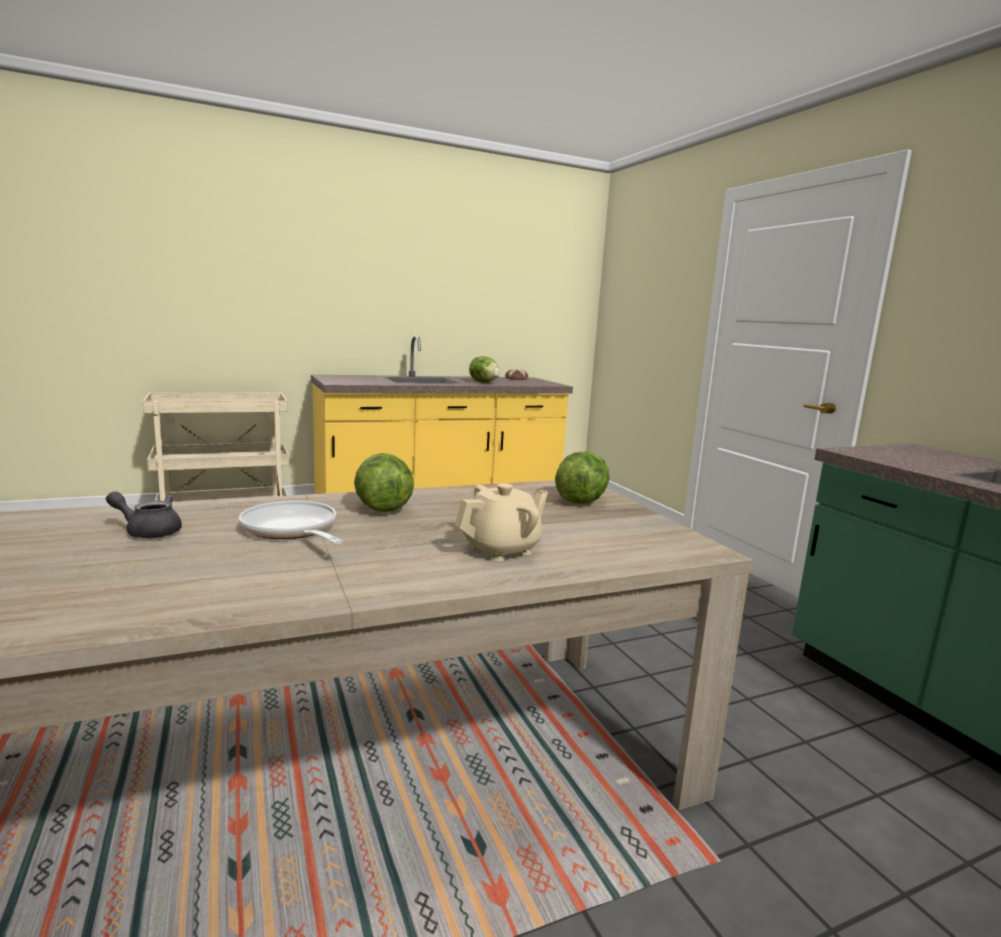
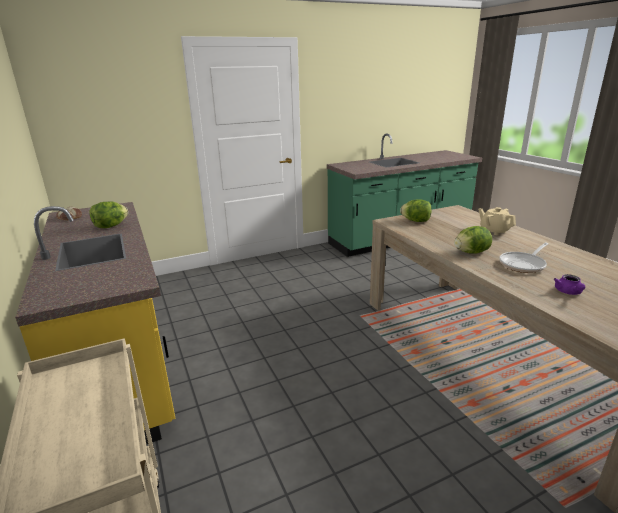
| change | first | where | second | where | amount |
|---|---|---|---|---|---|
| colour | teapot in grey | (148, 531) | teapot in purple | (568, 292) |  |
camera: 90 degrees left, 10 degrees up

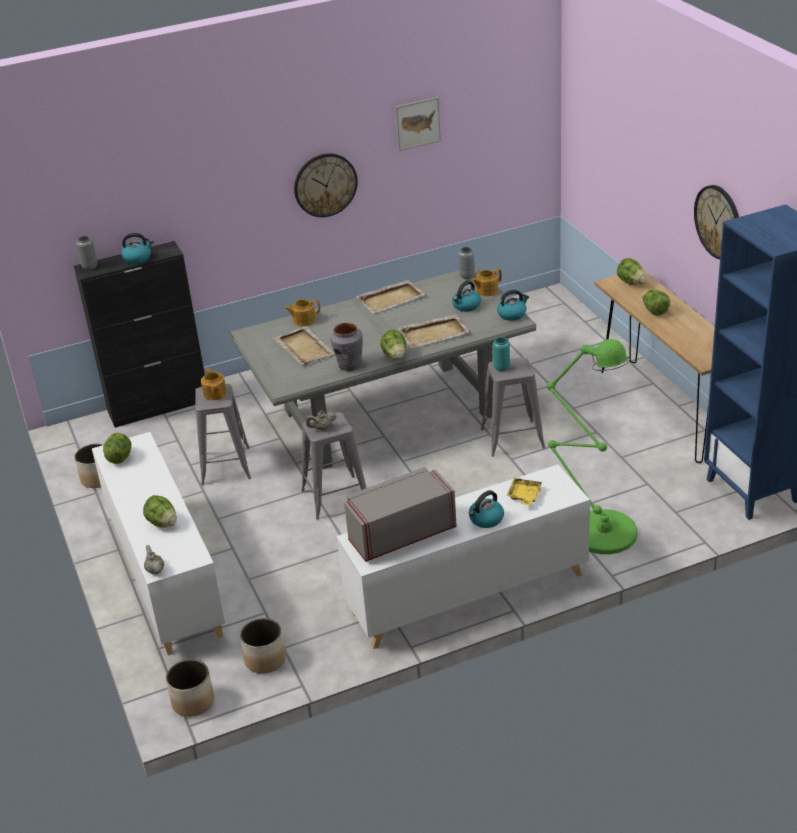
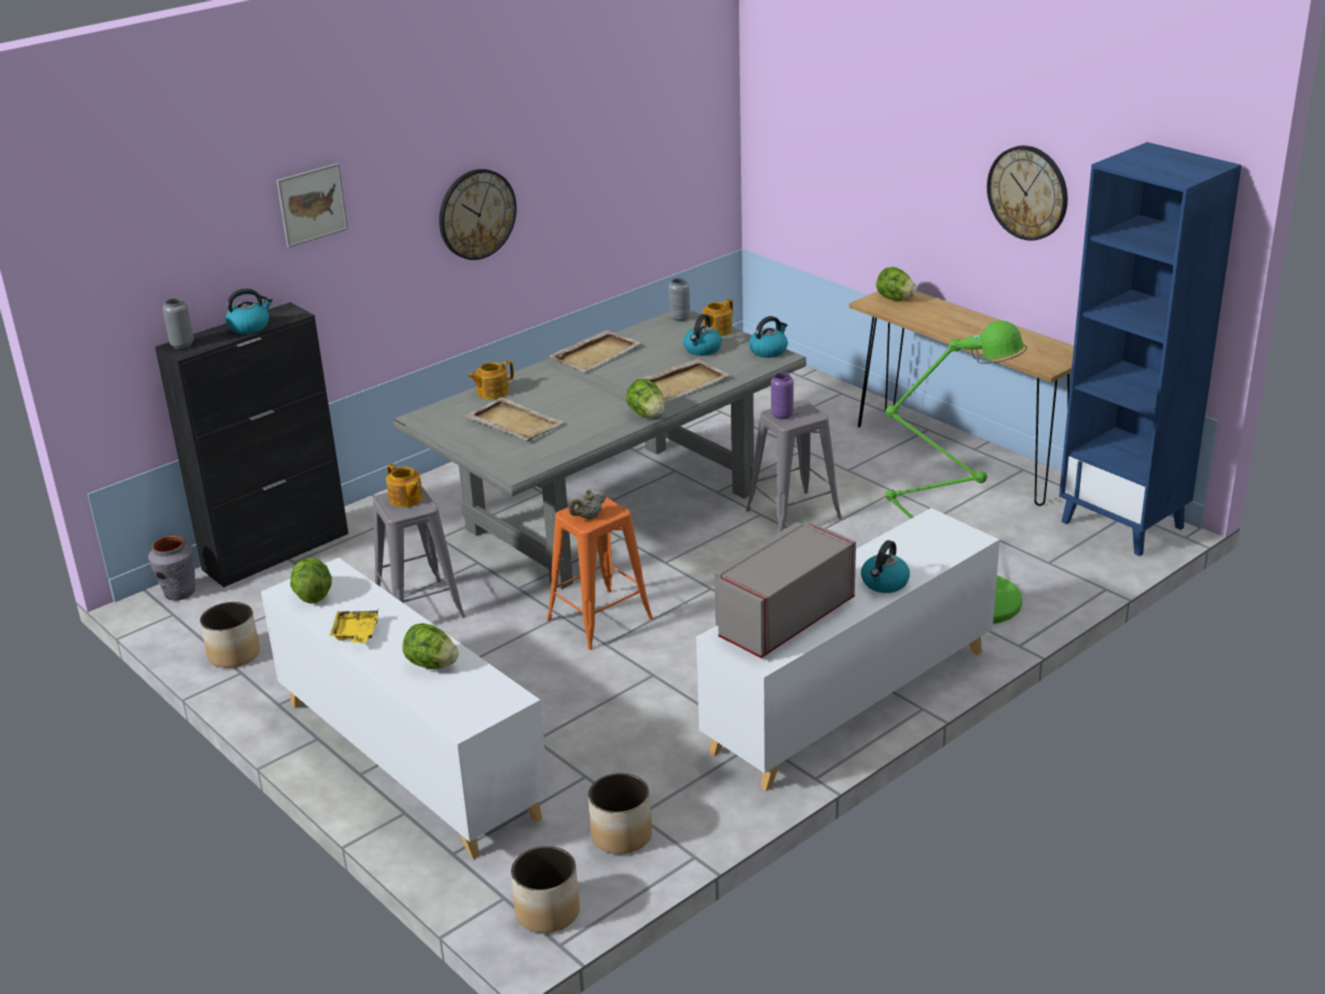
| change | first | where | second | where | amount |
|---|---|---|---|---|---|
| relocated | picture | (417, 123) |  | (312, 204) |  |
| missing | lettuce | (654, 310) |  |  |  |
| relocated | vase in grey | (349, 365) |  | (179, 593) |  |
| colour | vase in turquoise | (501, 368) | vase in purple | (782, 415) |  |
| colour | stool in grey | (335, 497) | stool in orange | (599, 619) |  |
| relocated | tray in yellow | (524, 496) |  | (356, 634) |  |
| missing | teapot in beige | (155, 570) |  |  |  |
camera: 20 degrees left, 5 degrees down

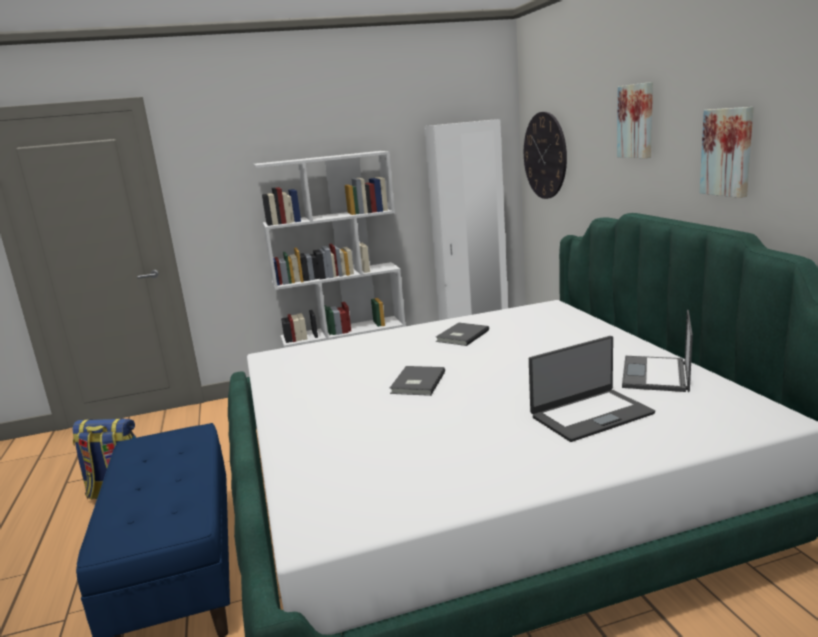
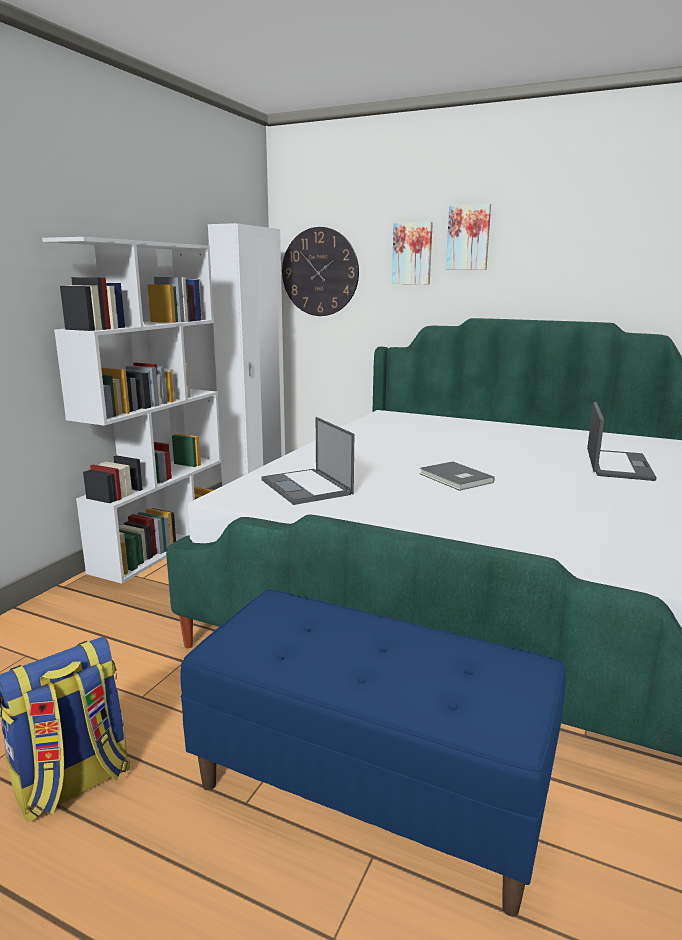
| change | first | where | second | where | amount |
|---|---|---|---|---|---|
| relocated | picture | (728, 152) |  | (412, 253) |  |
| relocated | laptop | (655, 375) |  | (307, 487) |  |
| missing | book in grey | (461, 336) |  |  |  |
camera: 50 degrees left, 0 degrees up

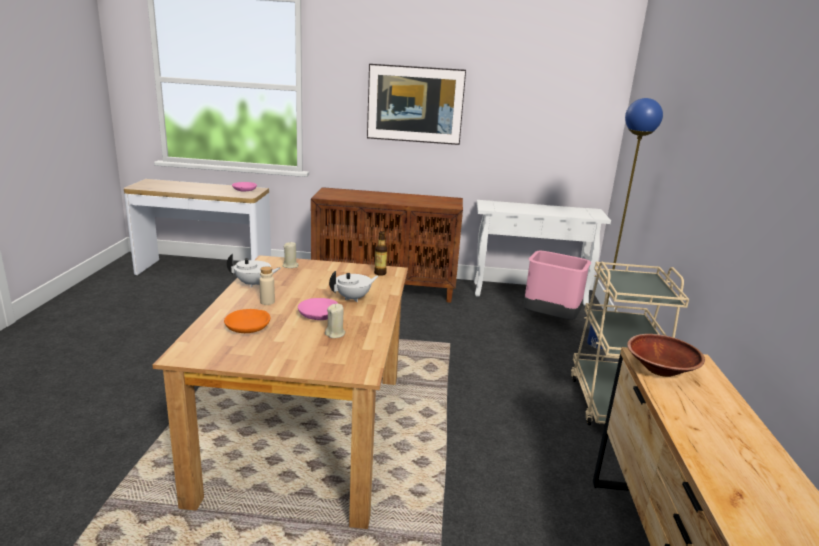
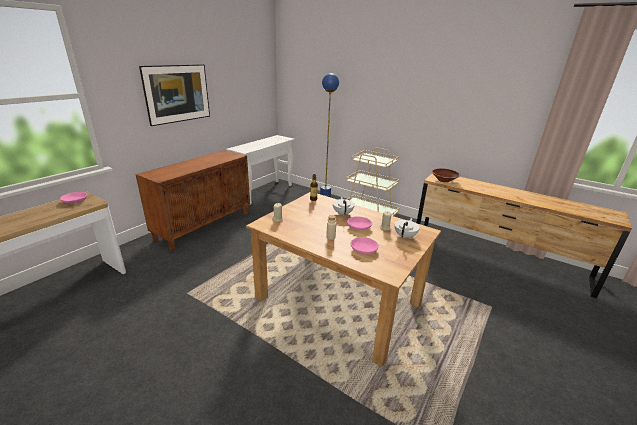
| change | first | where | second | where | amount |
|---|---|---|---|---|---|
| missing | trash can in pink | (550, 319) |  |  |  |
| relocated | teapot in white | (253, 284) |  | (405, 236) |  |
| colour | bowl in orange | (248, 327) | bowl in pink | (363, 249) |  |
camera: 60 degrees left, 5 degrees up

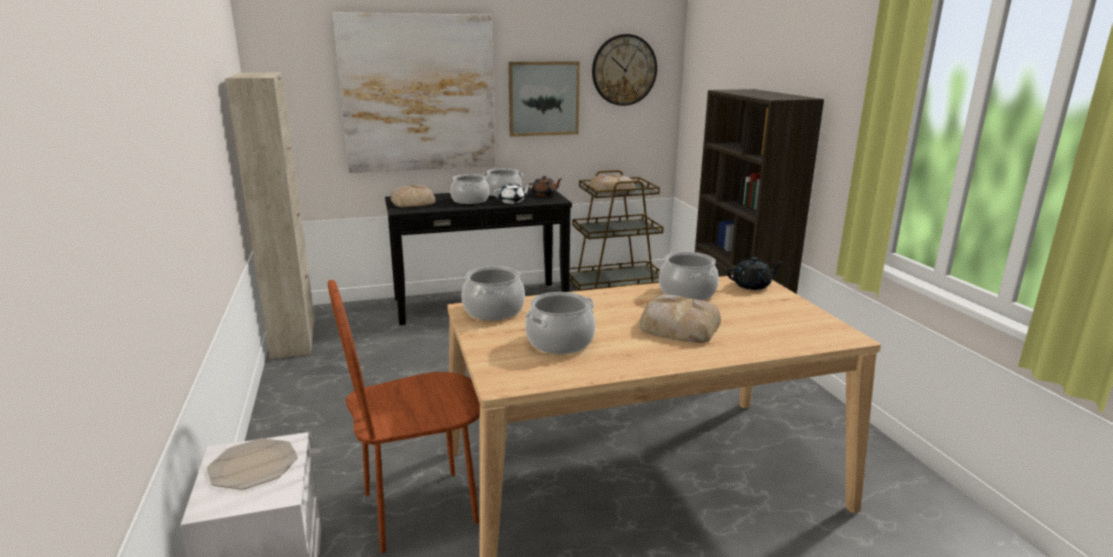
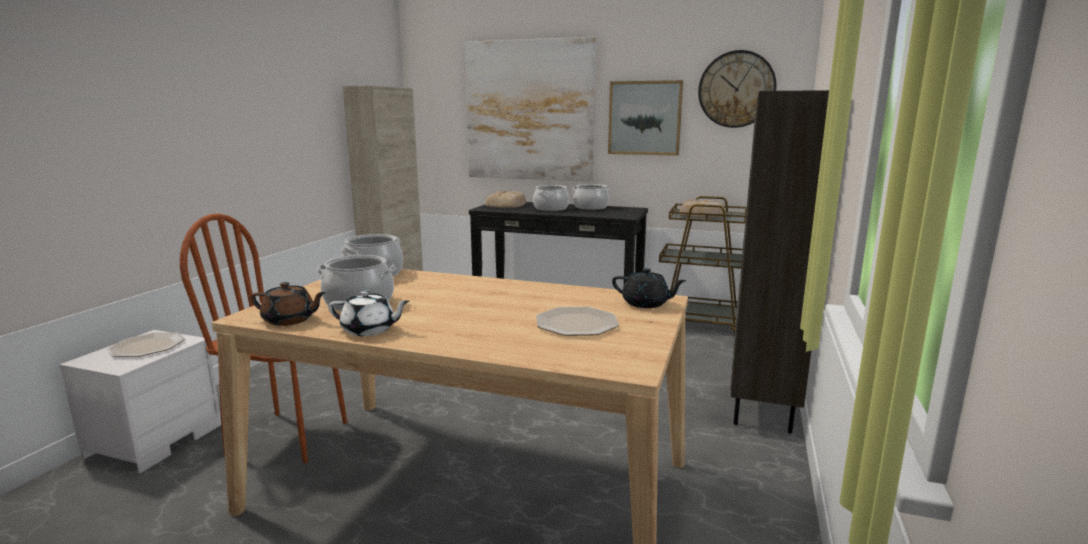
| change | first | where | second | where | amount |
|---|---|---|---|---|---|
| relocated | teapot in brown | (544, 195) |  | (290, 320) |  |
| relocated | teapot in white | (512, 201) |  | (369, 330) |  |
| missing | cooking pot | (686, 293) |  |  |  |
| missing | bread | (678, 325) |  |  |  |
| appeared |  |  | plate | (577, 323) |  |
camera: 35 degrees right, 5 degrees down

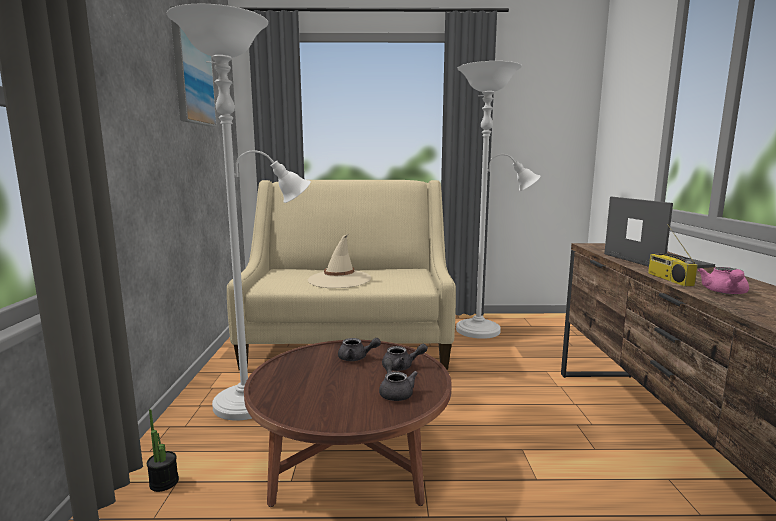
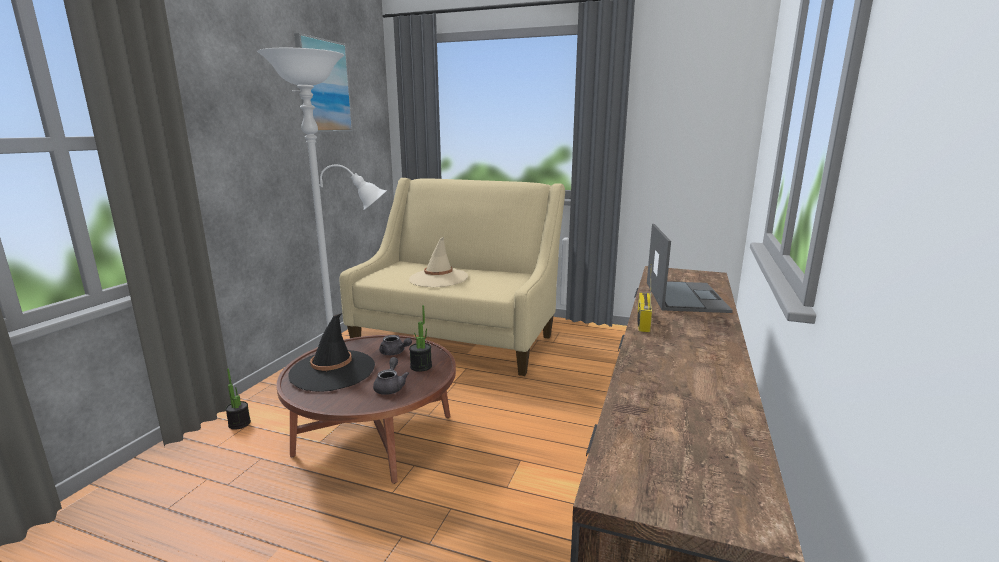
| change | first | where | second | where | amount |
|---|---|---|---|---|---|
| missing | floor lamp in white | (484, 330) |  |  |  |
| missing | teapot in pink | (725, 292) |  |  |  |
| exchanged | teapot in grey | (402, 367) | potted plant | (421, 366) |  |
| appeared |  |  | hat in black | (332, 371) |  |
camera: 20 degrees right, 5 degrees up

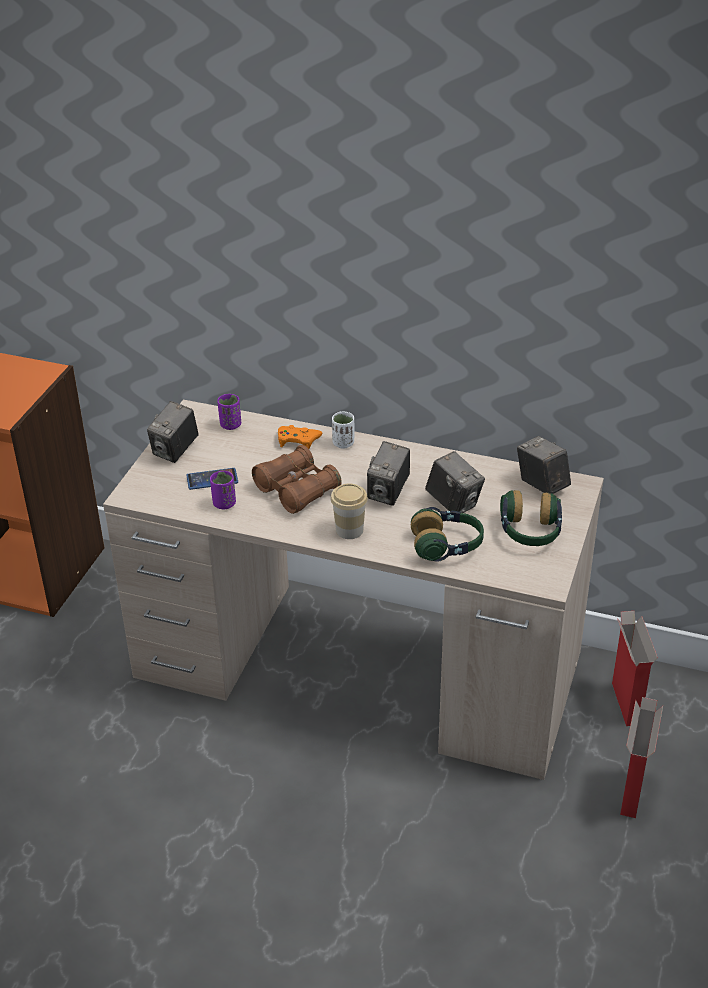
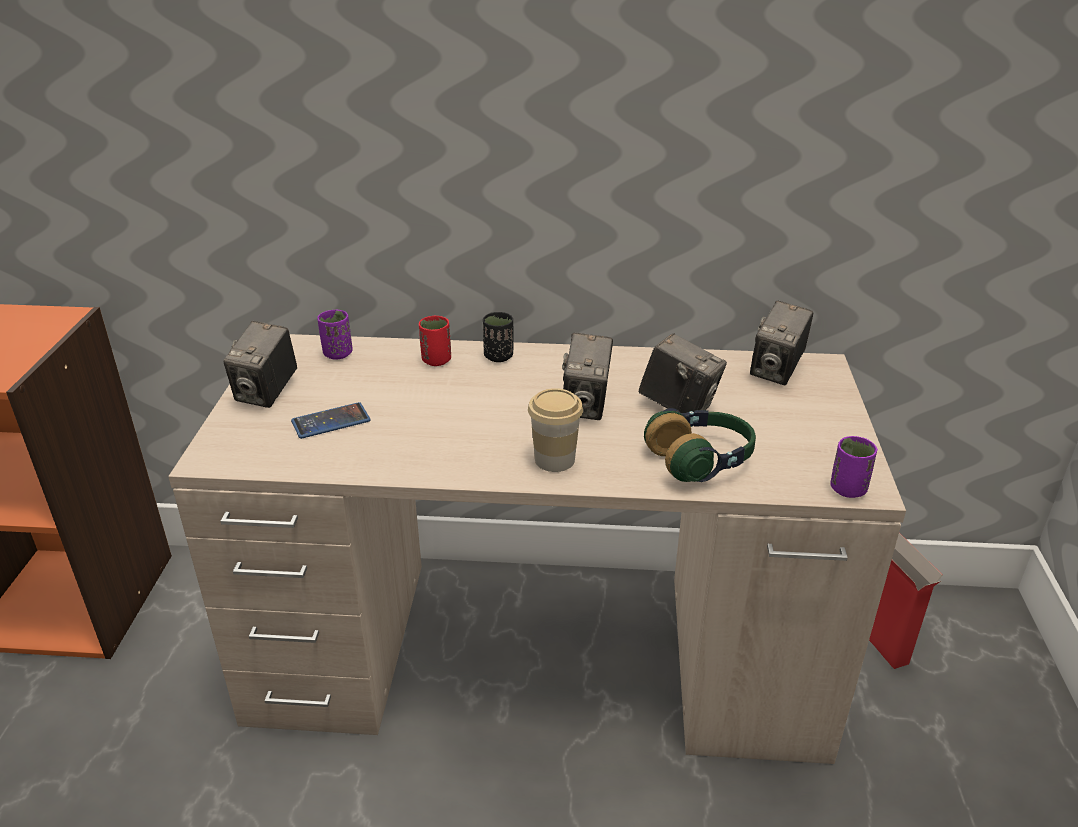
| change | first | where | second | where | amount |
|---|---|---|---|---|---|
| colour | cup in white | (343, 443) | cup in black | (498, 356) |  |
| exchanged | game controller in orange | (298, 440) | cup in red | (436, 360) |  |
| spun | photo camera | (542, 485) |  | (776, 371) | 105 degrees counterclockwise |
| missing | binoculars in brown | (296, 490) |  |  |  |
| relocated | cup in purple | (224, 504) |  | (847, 489) |  |
| missing | headphones | (530, 532) |  |  |  |
| missing | cardboard box | (632, 793) |  |  |  |
camera: 15 degrees left, 5 degrees down

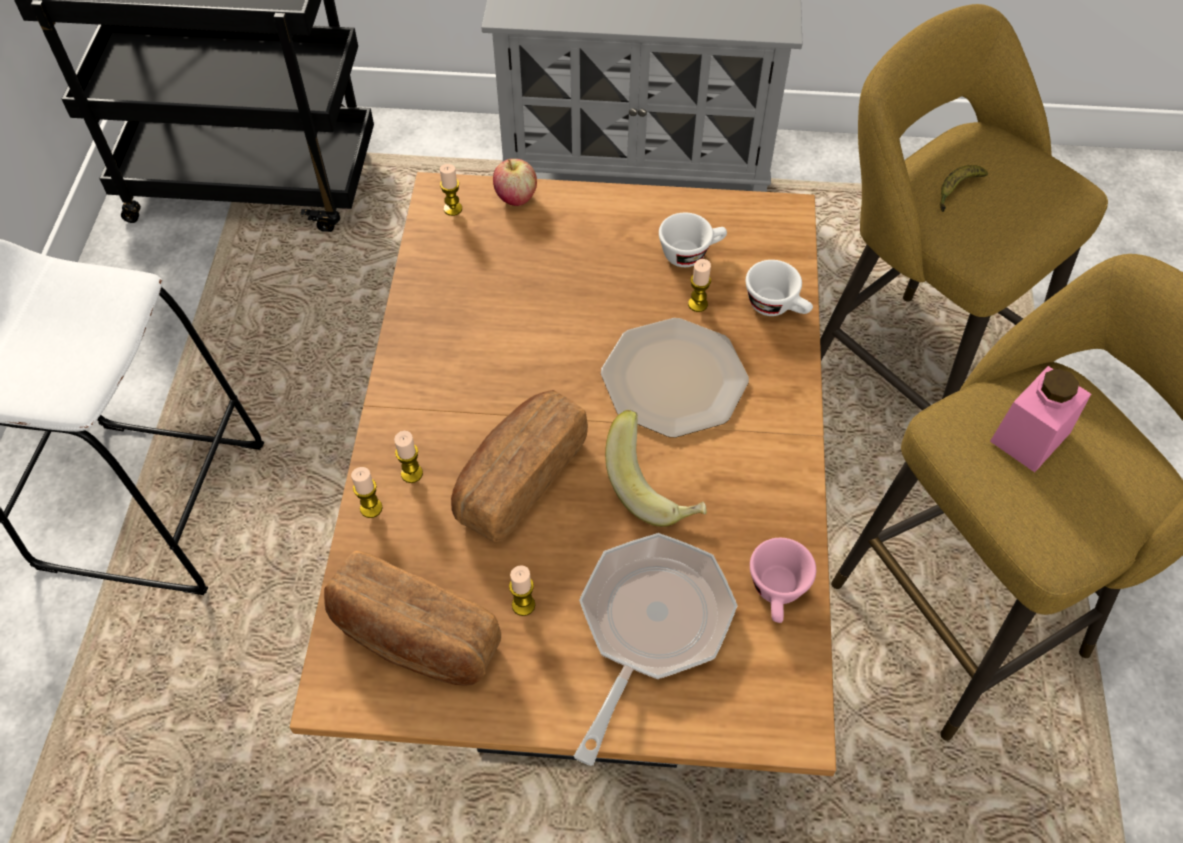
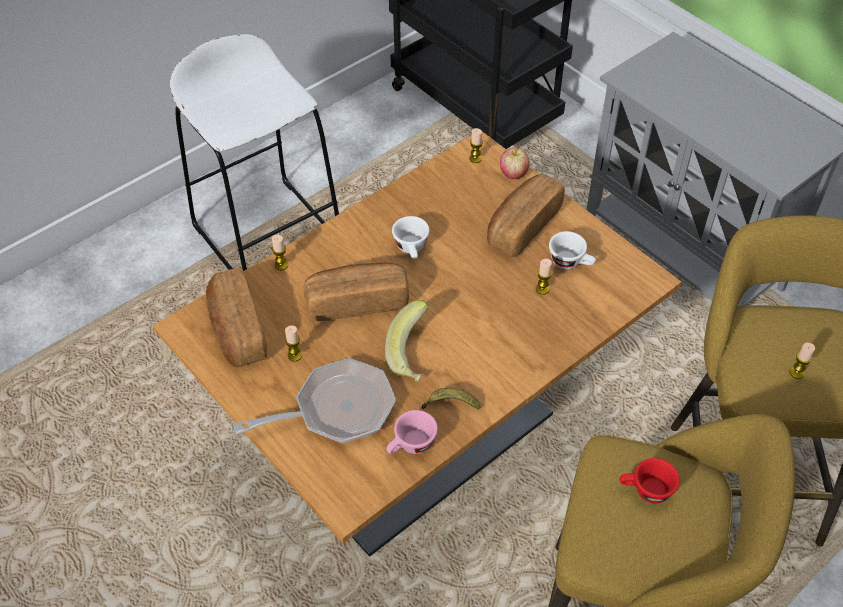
| change | first | where | second | where | amount |
|---|---|---|---|---|---|
| relocated | banana | (956, 191) |  | (450, 404) |  |
| relocated | cup in white | (777, 306) |  | (412, 249) |  |
| missing | plate | (673, 378) |  |  |  |
| exchanged | jar in pink | (1030, 437) | cup in red | (645, 491) |  |
| relocated | candle | (412, 473) |  | (796, 372) |  |
| appeared |  |  | bread | (522, 226) |  |
camera: 45 degrees right, 5 degrees down

